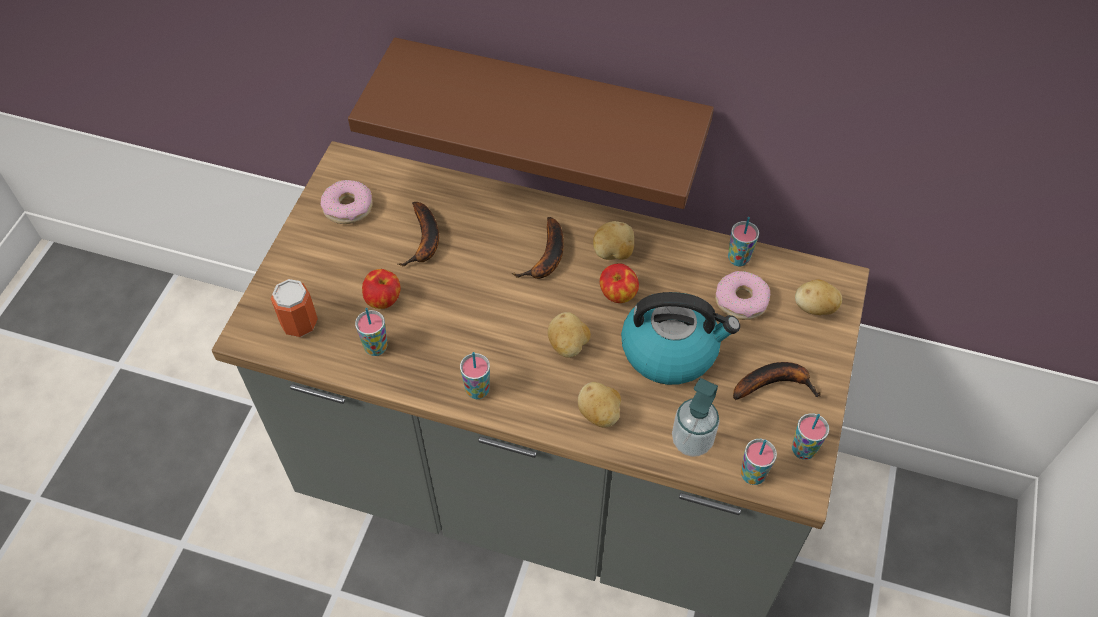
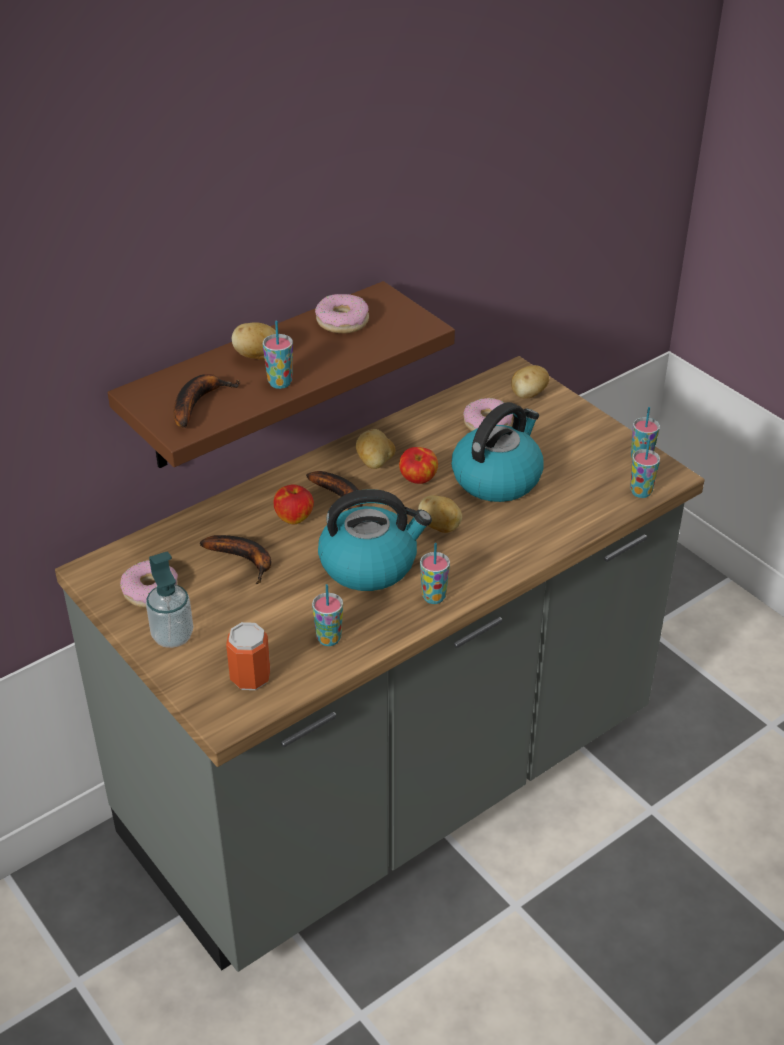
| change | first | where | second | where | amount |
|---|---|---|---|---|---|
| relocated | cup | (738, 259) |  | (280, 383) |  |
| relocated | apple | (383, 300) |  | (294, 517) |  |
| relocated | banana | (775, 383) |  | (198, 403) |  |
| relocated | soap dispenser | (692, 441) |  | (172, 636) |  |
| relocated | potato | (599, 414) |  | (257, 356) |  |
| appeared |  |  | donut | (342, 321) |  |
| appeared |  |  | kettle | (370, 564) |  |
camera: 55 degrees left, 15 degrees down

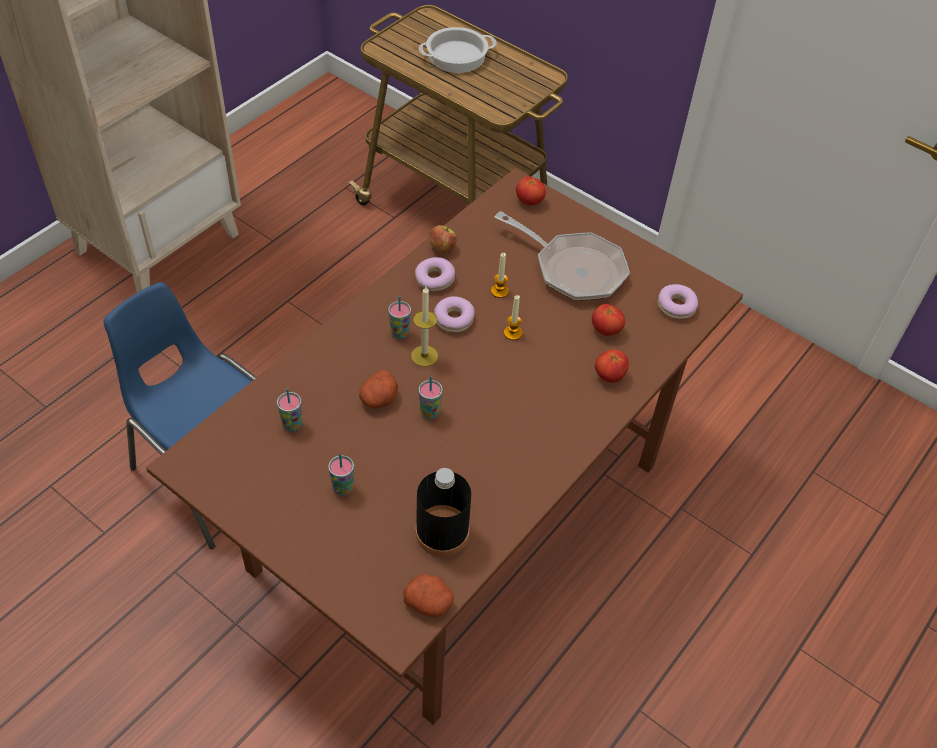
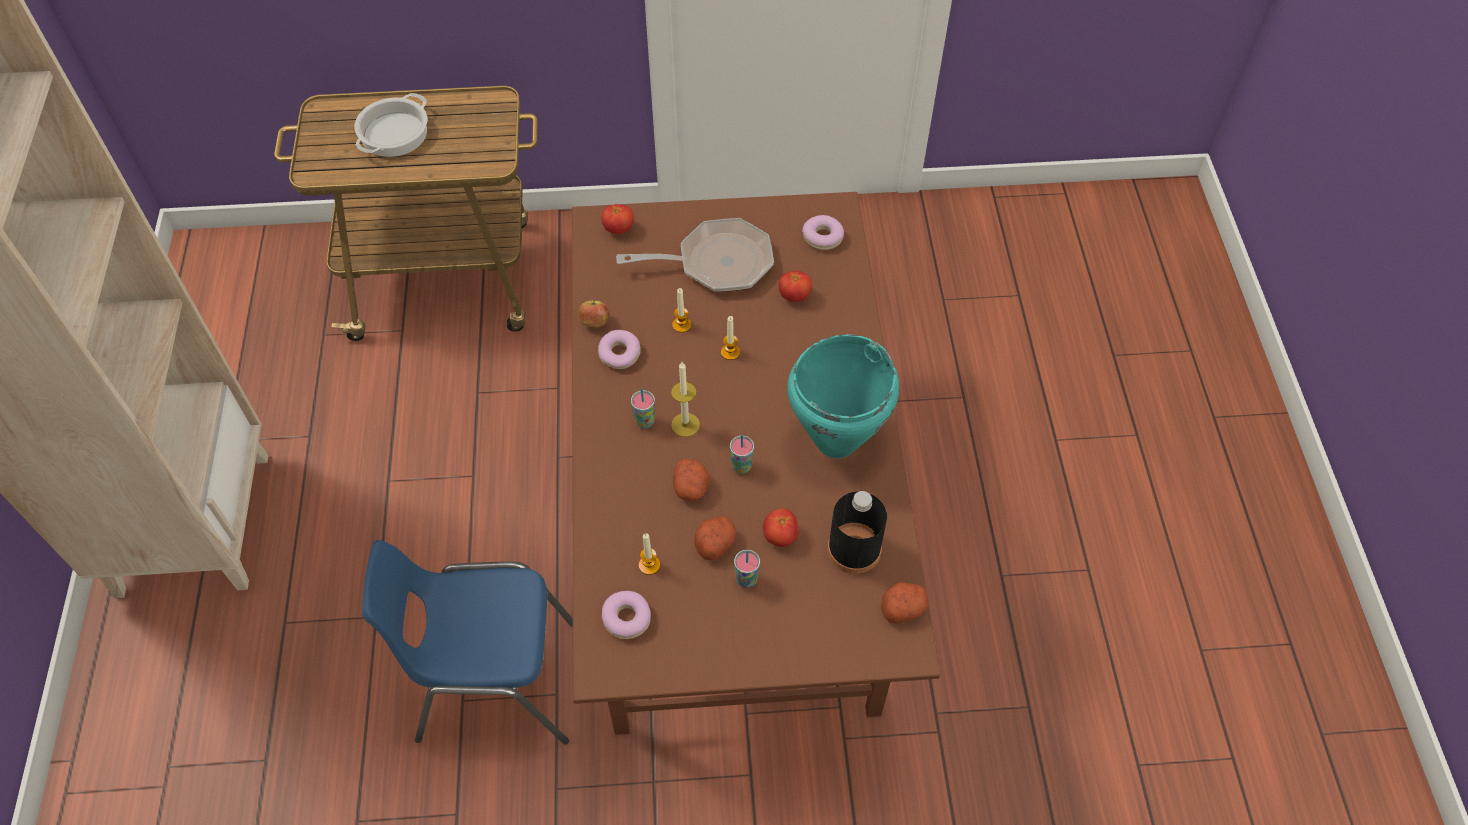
| change | first | where | second | where | amount |
|---|---|---|---|---|---|
| relocated | donut | (454, 319) |  | (627, 618) |  |
| relocated | tomato | (609, 376) |  | (780, 536) |  |
| exchanged | cup | (292, 425) | candle | (649, 565) |  |
| appeared |  |  | cooking pot in turquoise | (835, 440) |  |
| appeared |  |  | potato | (714, 543) |  |
camera: 40 degrees left, 5 degrees up

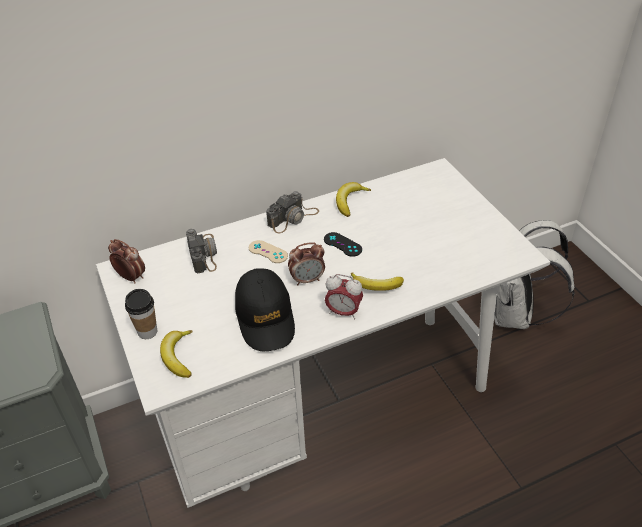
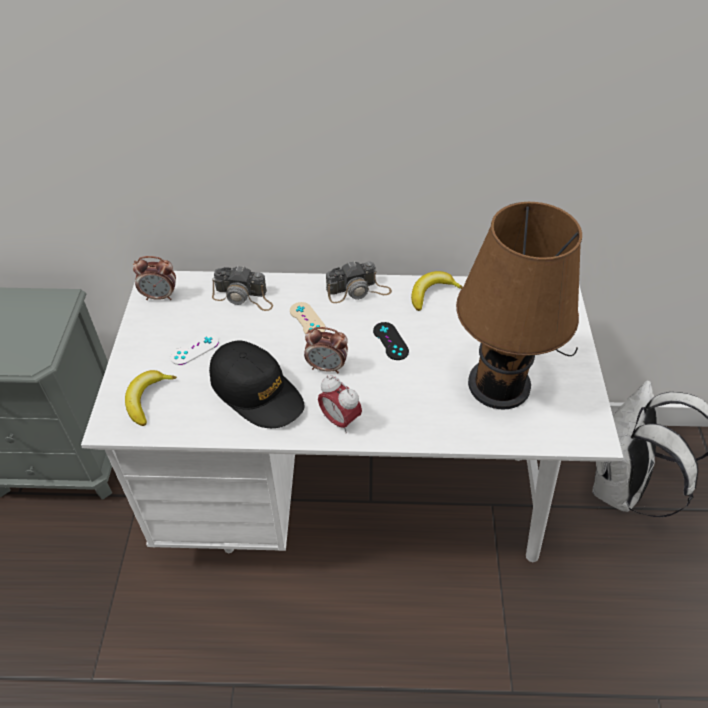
| change | first | where | second | where | amount |
|---|---|---|---|---|---|
| spun | photo camera | (204, 253) |  | (243, 297) | 90 degrees clockwise |
| spun | alarm clock | (131, 277) |  | (160, 296) | 120 degrees clockwise |
| spun | cap in black | (265, 317) |  | (257, 392) | 60 degrees counterclockwise |
| missing | banana | (376, 286) |  |  |  |
| missing | cup | (147, 332) |  |  |  |
| appeared |  |  | table lamp in brown | (502, 379) |  |
| appeared |  |  | game controller in white | (194, 349) |  |
camera: 25 degrees right, 5 degrees up

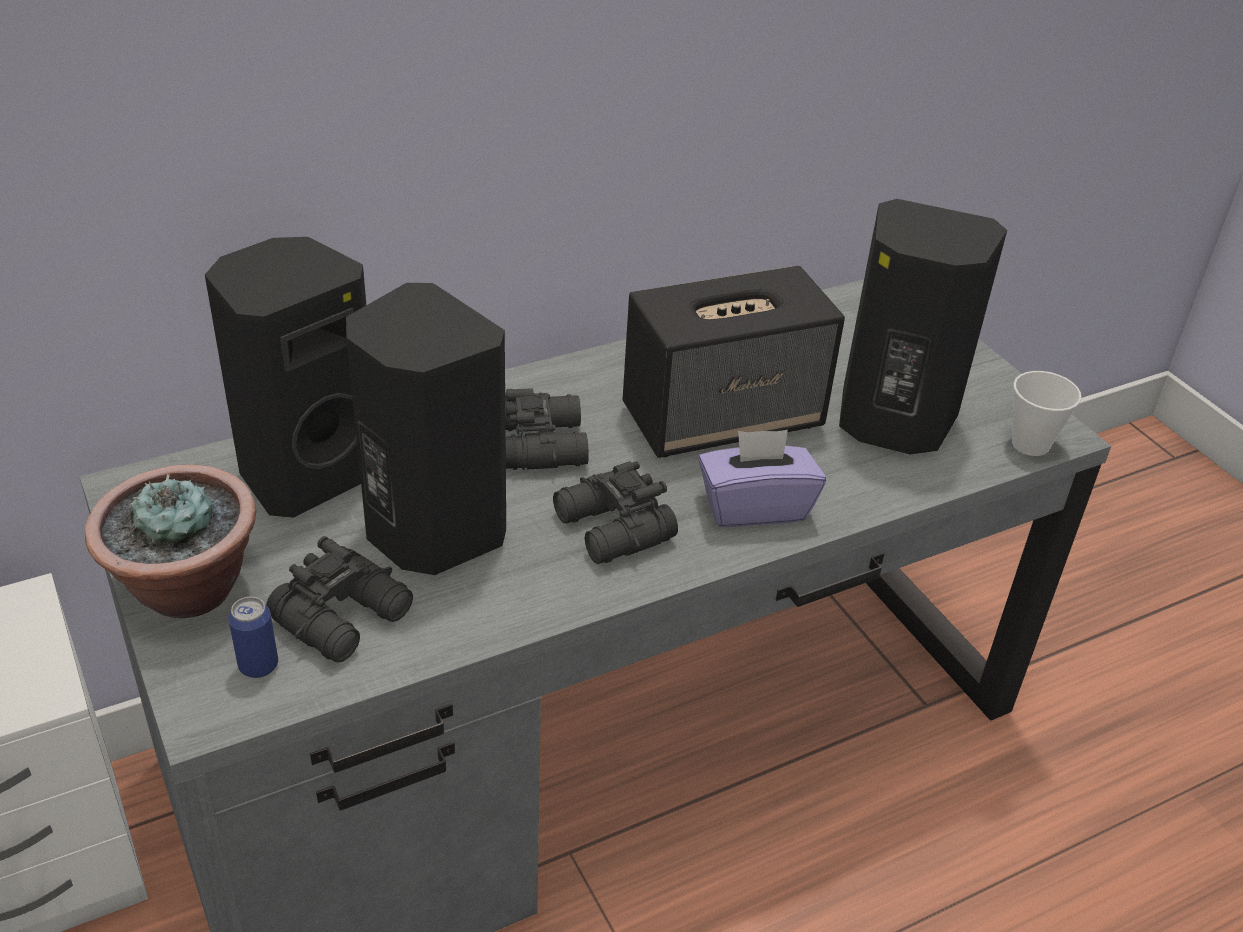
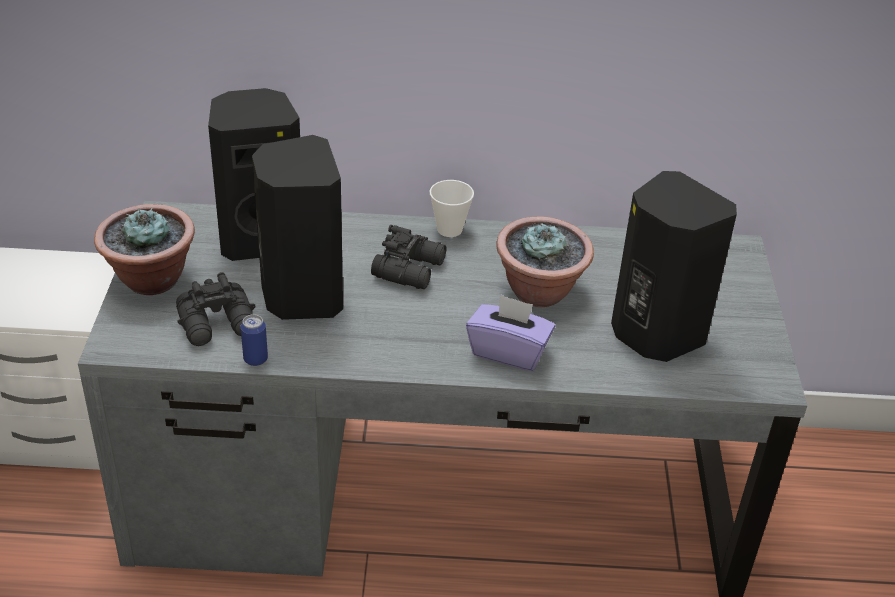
| change | first | where | second | where | amount |
|---|---|---|---|---|---|
| exchanged | speaker | (724, 417) | potted plant | (540, 291) |  |
| relocated | cup | (1030, 444) |  | (449, 229) |  |
| missing | binoculars in black | (612, 530) |  |  |  |
| relocated | can | (258, 665) |  | (255, 359) |  |
camera: 30 degrees right, 0 degrees up

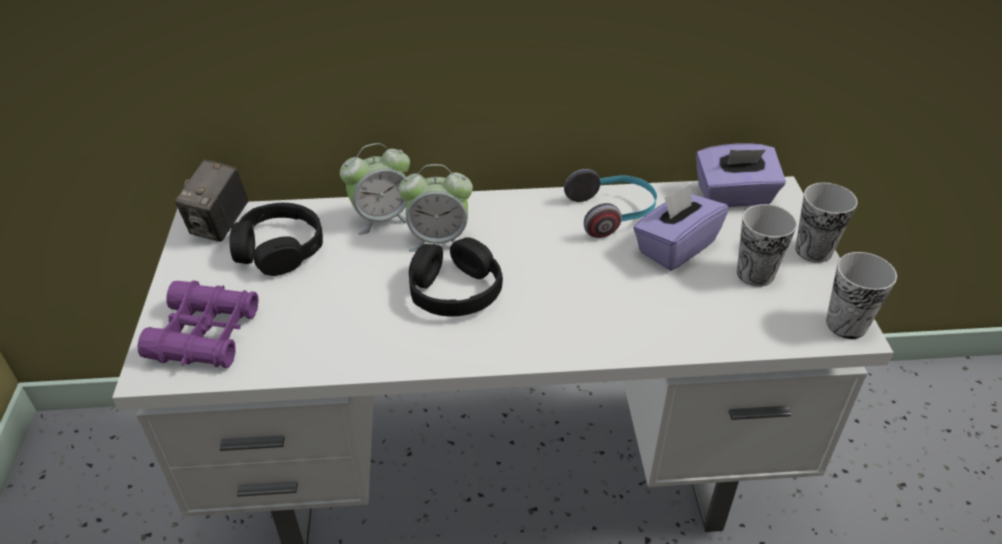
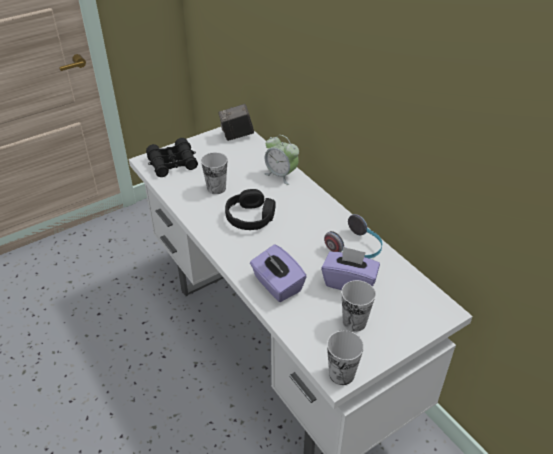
| change | first | where | second | where | amount |
|---|---|---|---|---|---|
| relocated | tissue box in purple | (734, 196) |  | (277, 285) |  |
| missing | alarm clock | (439, 239) |  |  |  |
| relocated | cup | (813, 250) |  | (216, 188) |  |
| missing | headphones in black | (279, 249) |  |  |  |
| colour | binoculars in purple | (205, 335) | binoculars in black | (173, 163) |  |
camera: 60 degrees right, 0 degrees up

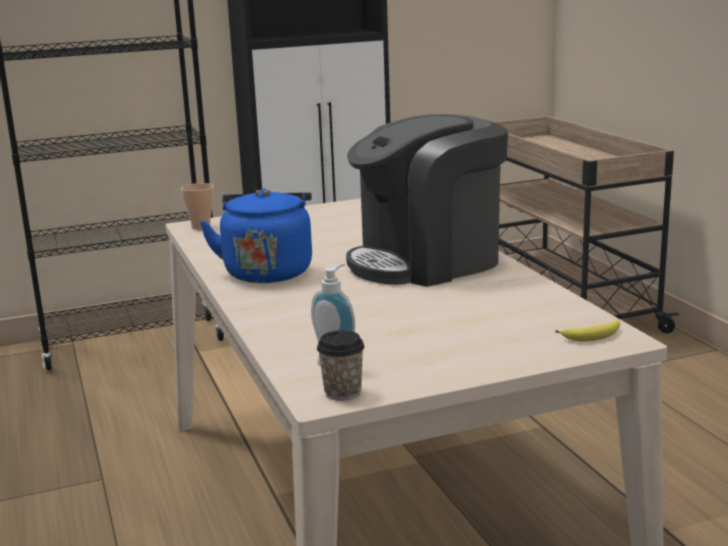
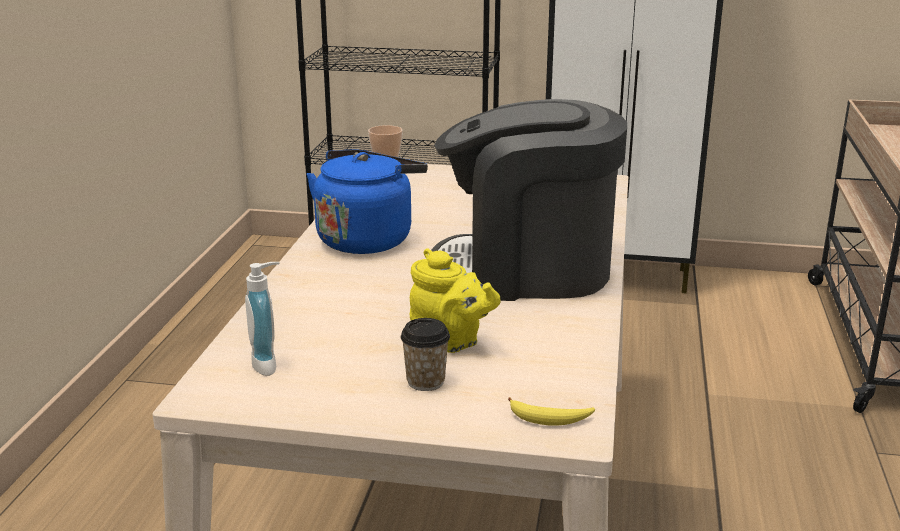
| change | first | where | second | where | amount |
|---|---|---|---|---|---|
| relocated | cup | (342, 392) |  | (425, 381) |  |
| appeared |  |  | teapot in yellow | (450, 342) |  |
camera: 30 degrees right, 5 degrees up

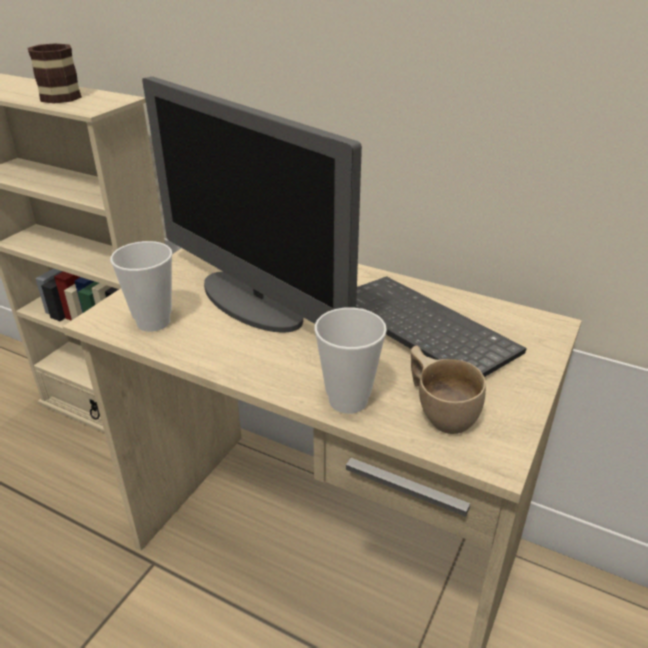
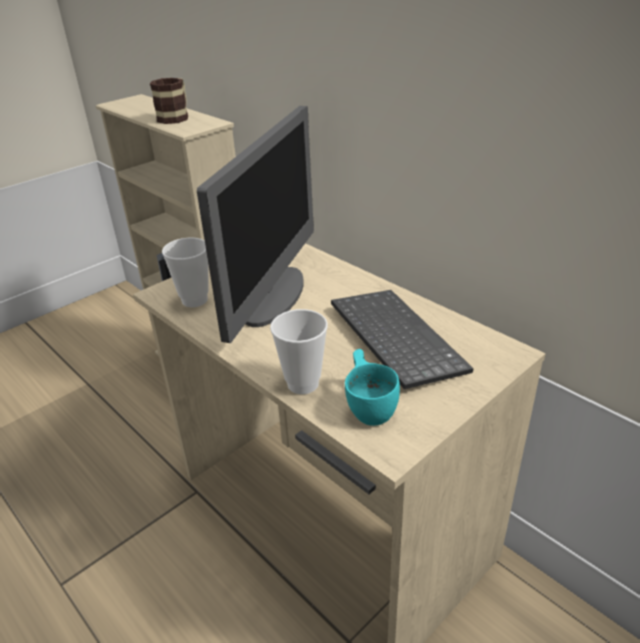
| change | first | where | second | where | amount |
|---|---|---|---|---|---|
| spun | monitor | (252, 303) |  | (274, 296) | 135 degrees counterclockwise |
| colour | cup in beige | (439, 410) | cup in turquoise | (370, 405) |  |
camera: 20 degrees right, 0 degrees up

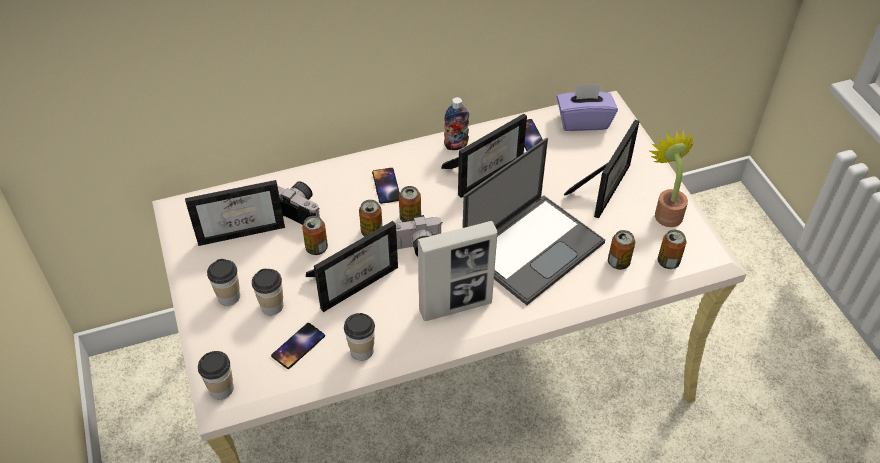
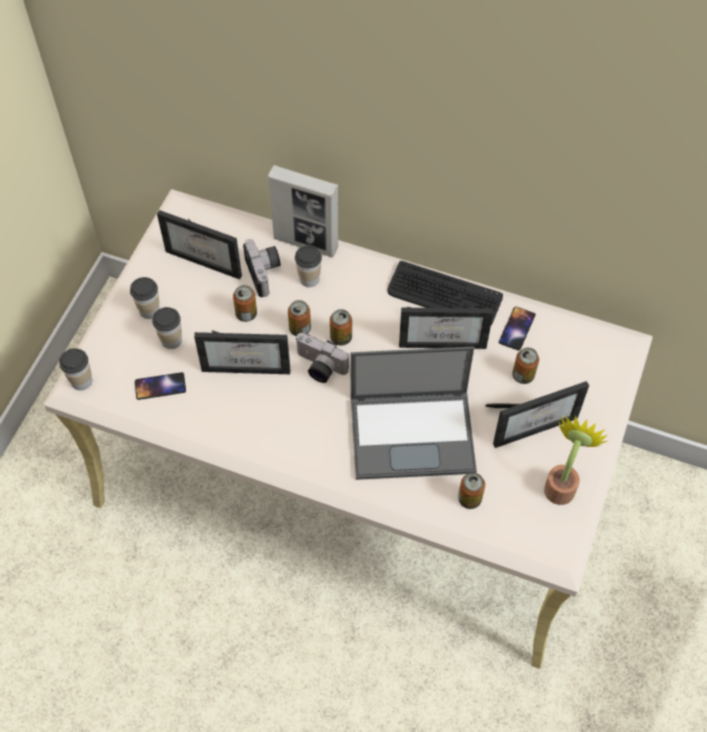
| change | first | where | second | where | amount |
|---|---|---|---|---|---|
| missing | tissue box in purple | (583, 121) |  |  |  |
| exchanged | bottle | (456, 145) | keyboard | (444, 295) |  |
| missing | phone | (386, 186) |  |  |  |
| relocated | picture frame | (456, 306) |  | (306, 243) |  |
| relocated | can | (668, 262) |  | (523, 375) |  |
| relocated | cup | (362, 351) |  | (309, 279) |  |
camera: 40 degrees right, 10 degrees up

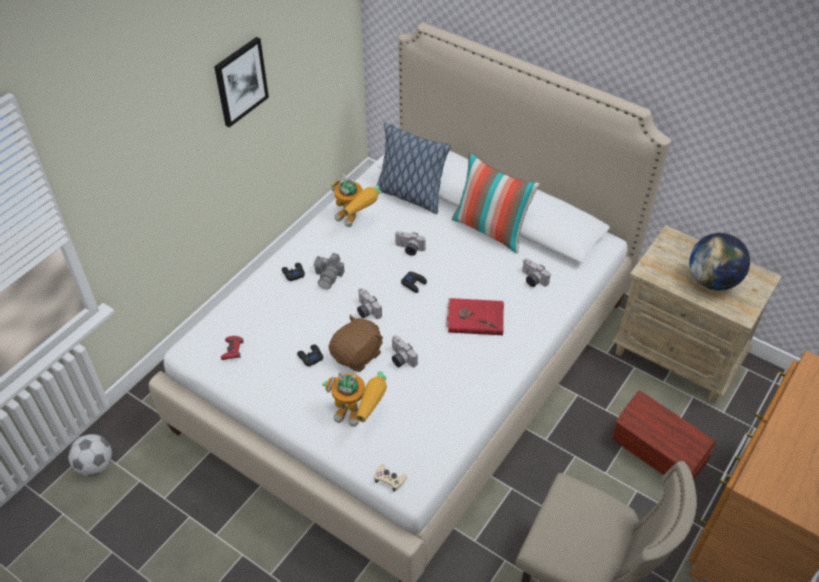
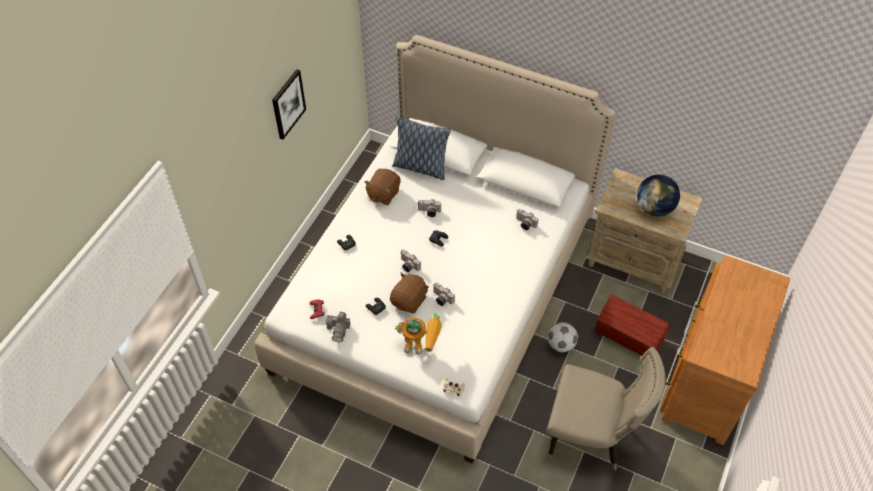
| change | first | where | second | where | amount |
|---|---|---|---|---|---|
| missing | pillow | (491, 230) |  |  |  |
| exchanged | toy robot | (355, 221) | plush toy in brown | (383, 194) |  |
| relocated | photo camera | (329, 276) |  | (339, 329) |  |
| missing | book in red | (475, 318) |  |  |  |
| relocated | football | (95, 465) |  | (561, 345) |  |
camera: 10 degrees left, 5 degrees up

